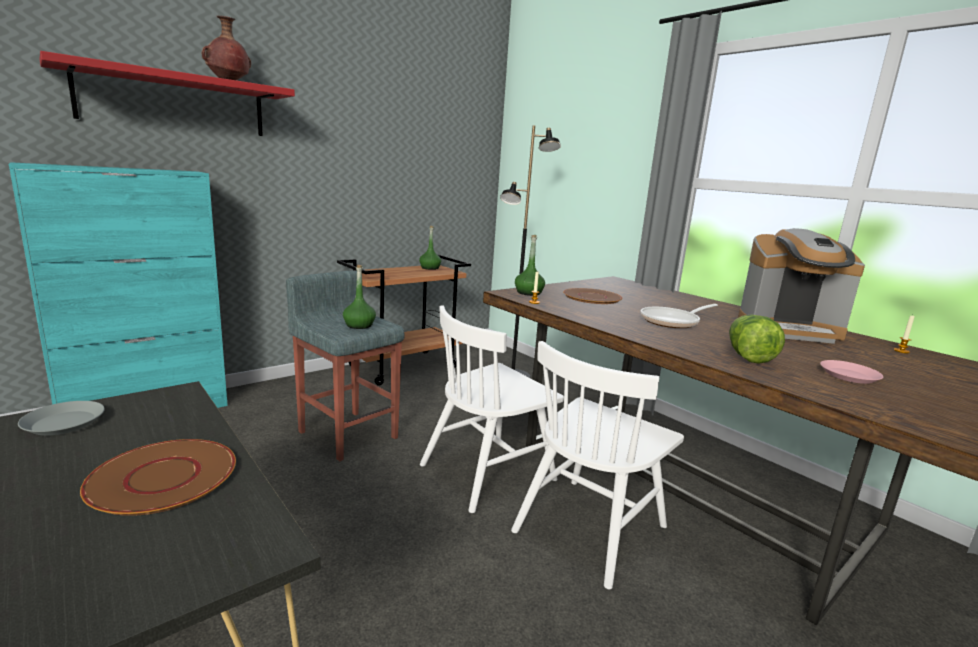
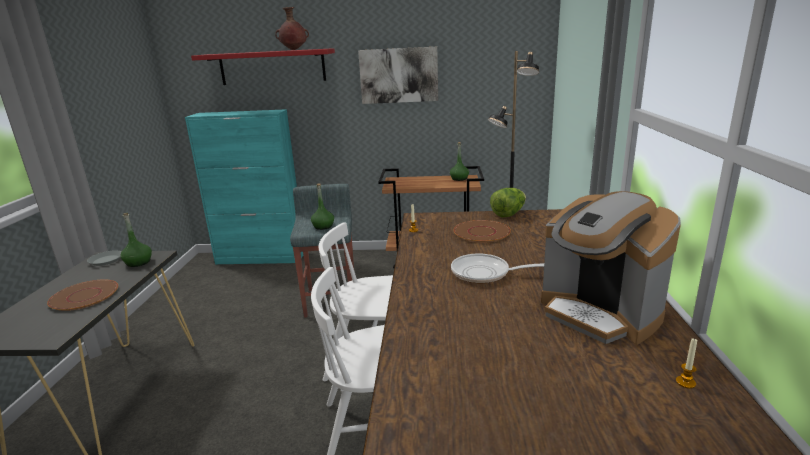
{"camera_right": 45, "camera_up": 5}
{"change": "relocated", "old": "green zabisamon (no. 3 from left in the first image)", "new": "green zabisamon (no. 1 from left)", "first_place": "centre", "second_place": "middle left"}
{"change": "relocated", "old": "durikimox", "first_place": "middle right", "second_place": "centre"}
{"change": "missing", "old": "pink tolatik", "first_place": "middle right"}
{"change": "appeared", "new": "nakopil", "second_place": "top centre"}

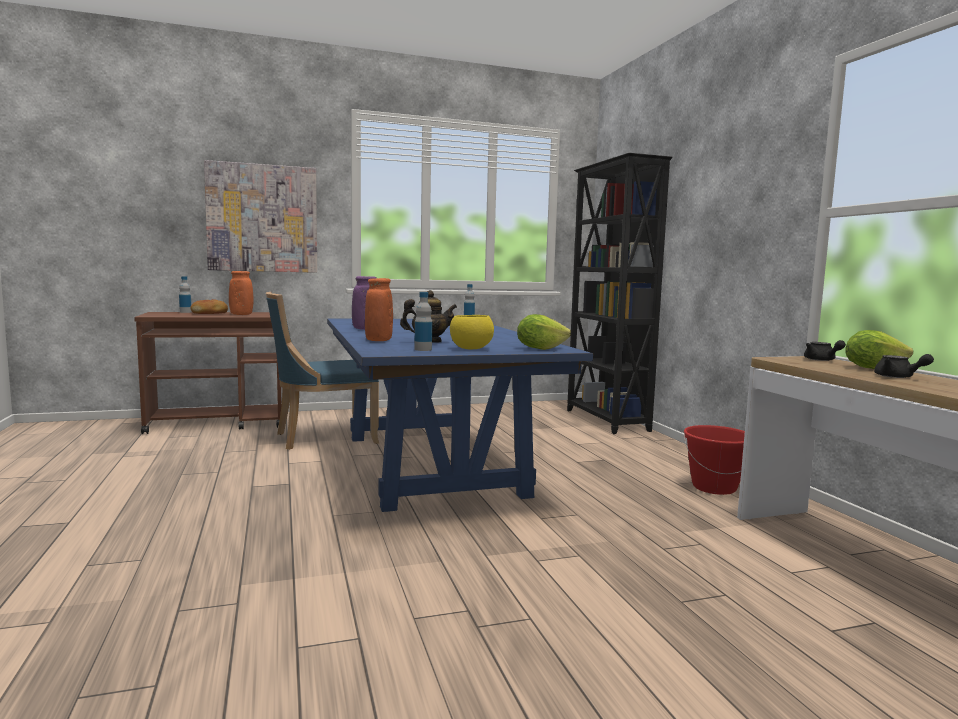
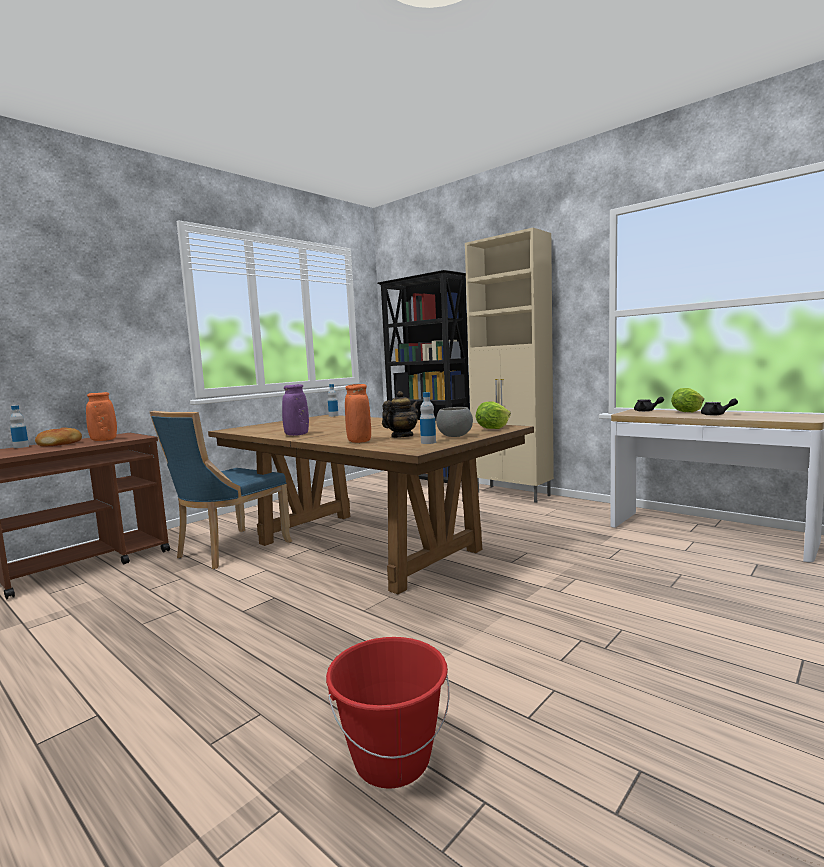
{"camera_right": -30, "camera_up": 0}
{"change": "missing", "old": "nakopil", "first_place": "top left"}
{"change": "colour", "old": "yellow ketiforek", "new": "grey ketiforek", "first_place": "centre", "second_place": "centre"}
{"change": "colour", "old": "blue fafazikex", "new": "brown fafazikex", "first_place": "centre", "second_place": "centre"}
{"change": "relocated", "old": "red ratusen", "first_place": "middle right", "second_place": "bottom centre"}
{"change": "appeared", "new": "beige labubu", "second_place": "centre"}

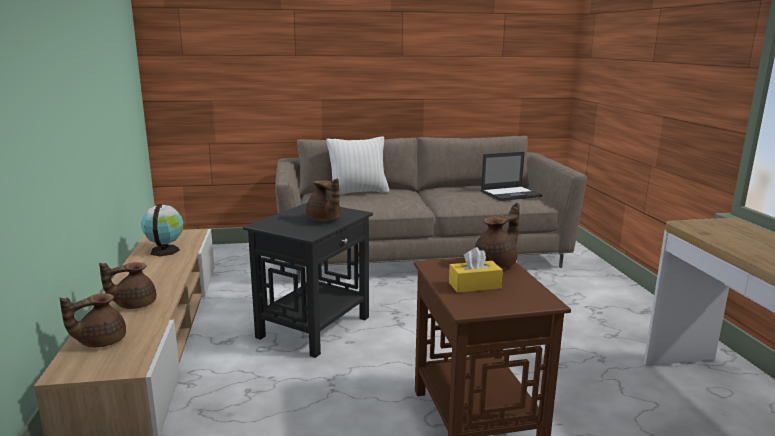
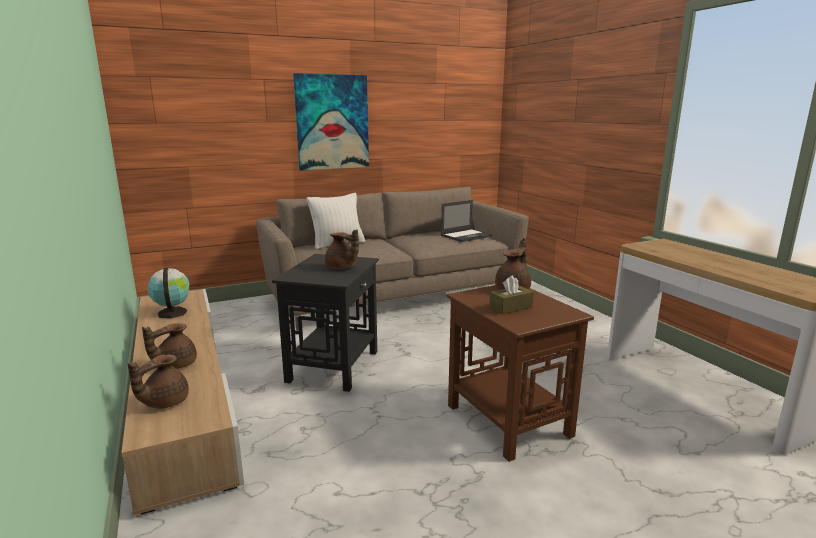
{"camera_right": -15, "camera_up": 0}
{"change": "colour", "old": "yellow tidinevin", "new": "brown tidinevin", "first_place": "centre", "second_place": "centre"}
{"change": "appeared", "new": "nakopil", "second_place": "top centre"}

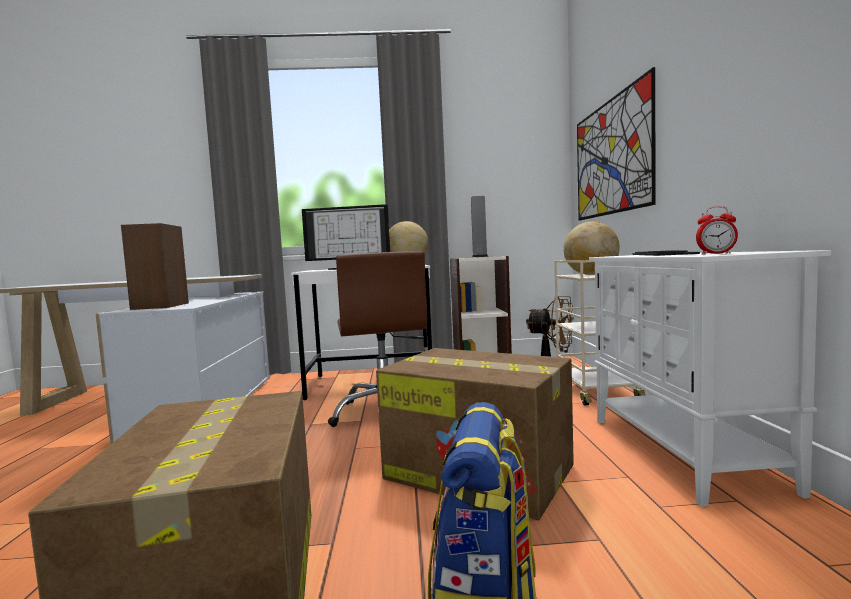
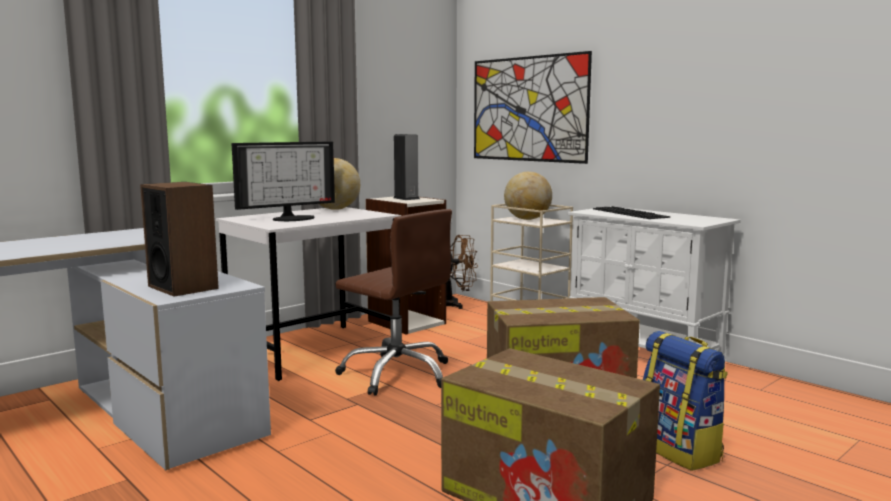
{"camera_right": -40, "camera_up": 5}
{"change": "missing", "old": "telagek", "first_place": "middle right"}

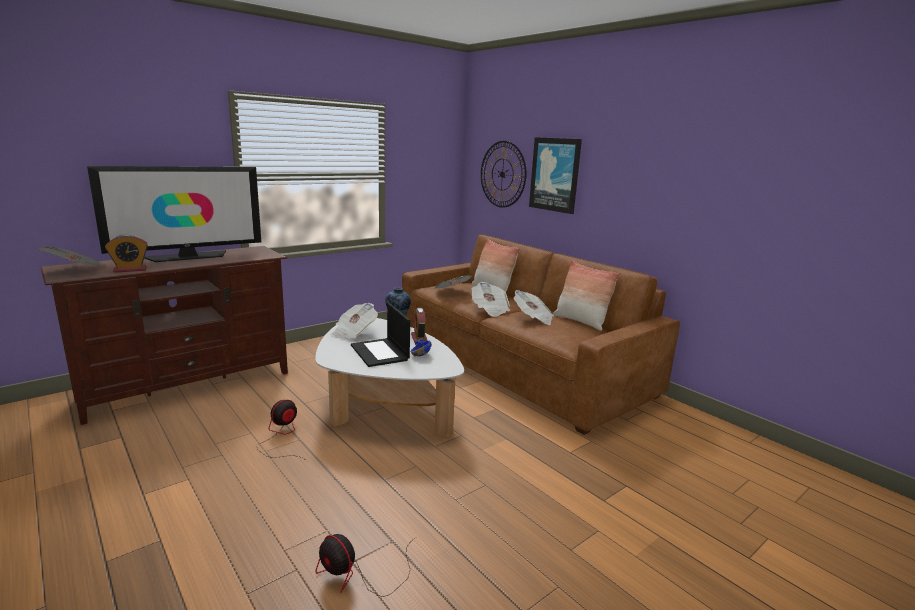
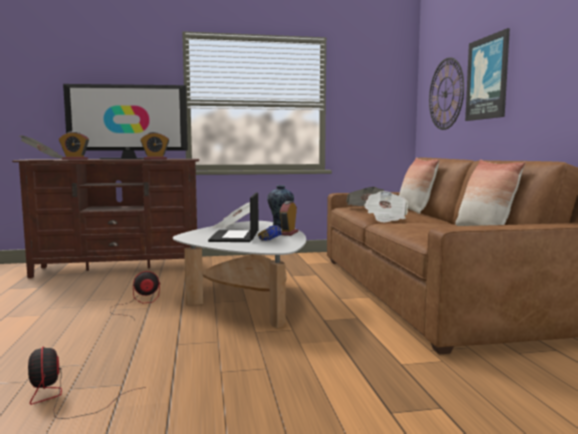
{"camera_right": 30, "camera_up": -10}
{"change": "missing", "old": "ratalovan (no. 5 from left)", "first_place": "centre"}
{"change": "appeared", "new": "telagek (no. 2 from left)", "second_place": "middle left"}

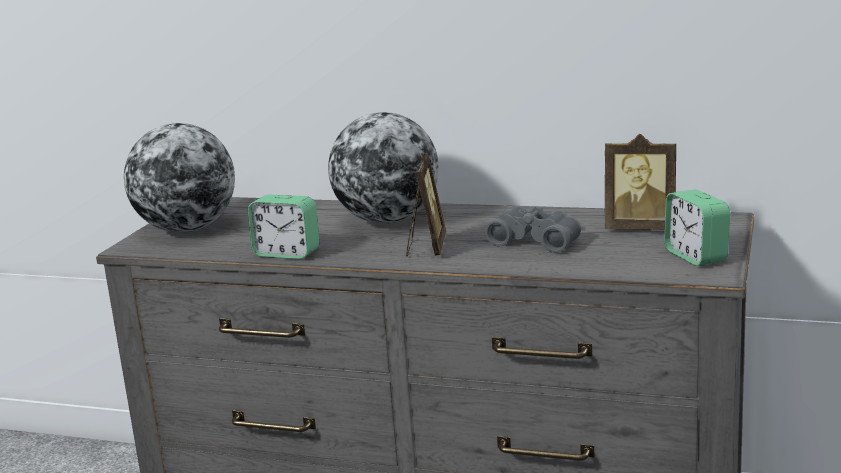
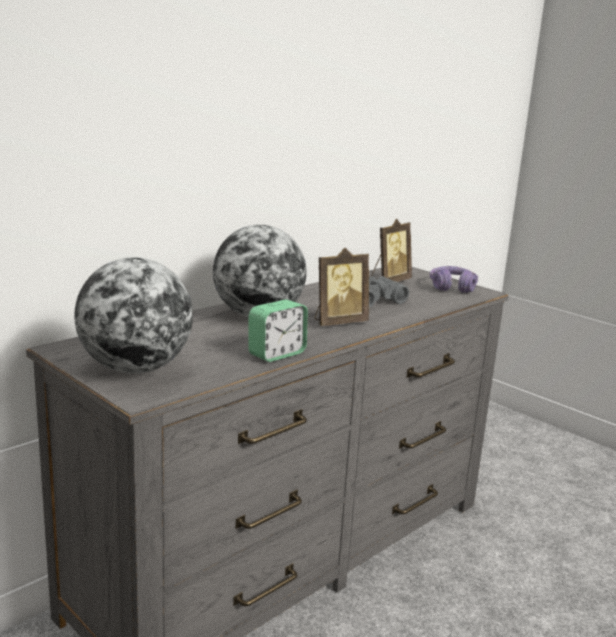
{"camera_right": -65, "camera_up": 0}
{"change": "spun", "old": "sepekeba (no. 1 from left)", "first_place": "centre", "second_place": "centre", "degrees": 120}
{"change": "exchanged", "old": "telagek (no. 2 from left)", "new": "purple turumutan", "first_place": "middle right", "second_place": "middle right"}

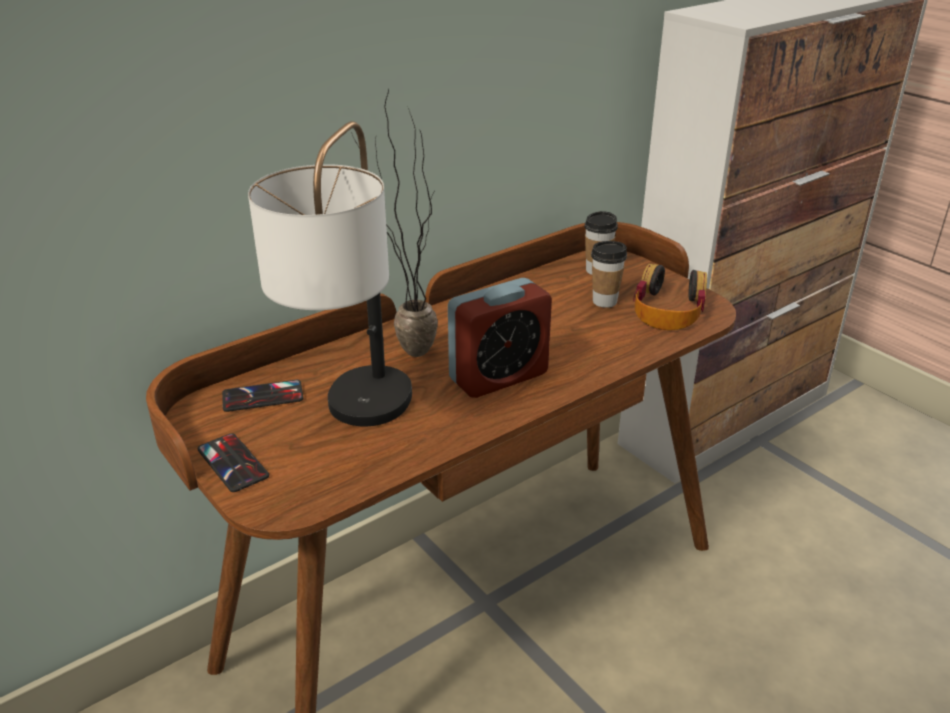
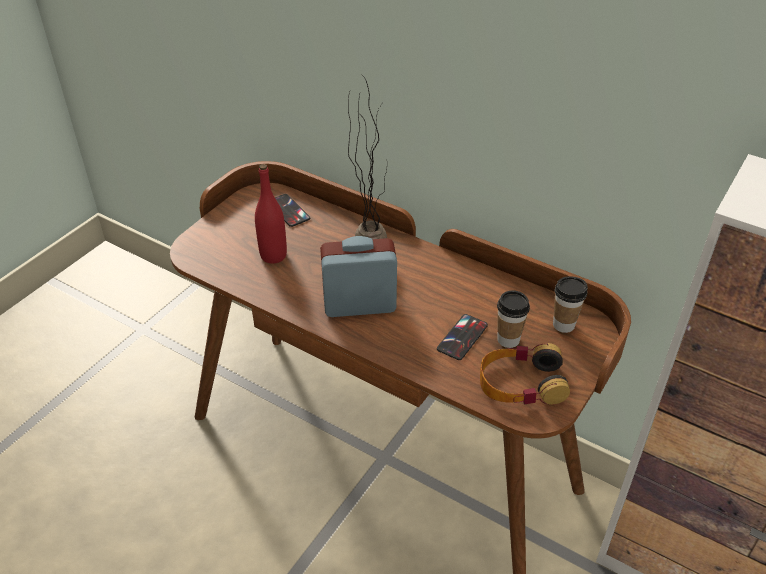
{"camera_right": 70, "camera_up": 10}
{"change": "exchanged", "old": "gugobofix", "new": "red zabisamon", "first_place": "centre", "second_place": "centre"}
{"change": "spun", "old": "telagek", "first_place": "centre", "second_place": "centre", "degrees": 135}
{"change": "relocated", "old": "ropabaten (no. 1 from left in the first image)", "new": "ropabaten (no. 2 from left)", "first_place": "middle left", "second_place": "centre"}

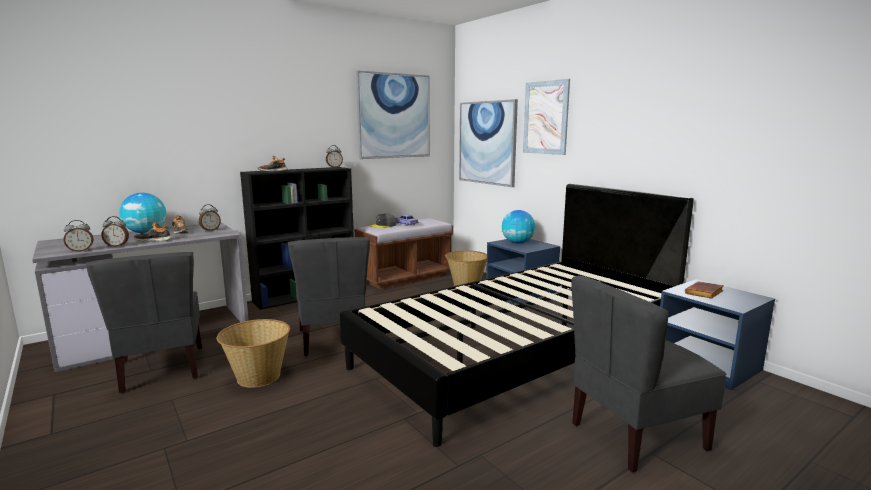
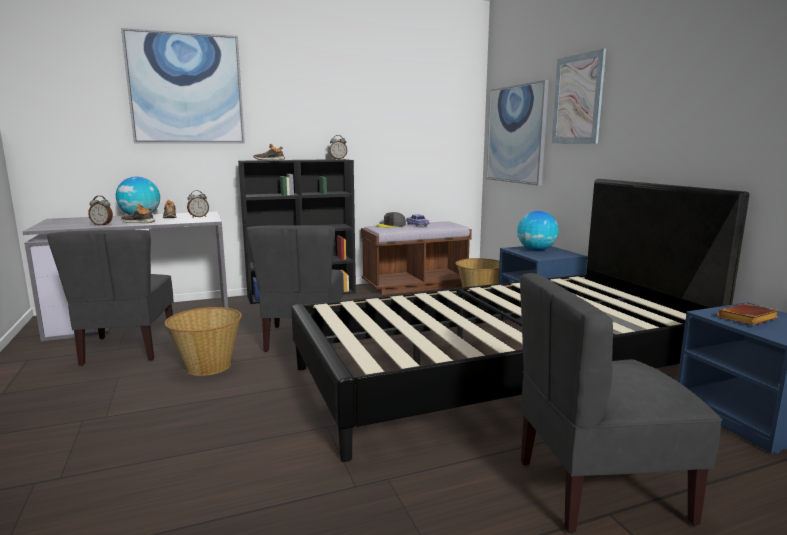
{"camera_right": 15, "camera_up": 0}
{"change": "relocated", "old": "nakopil (no. 1 from left)", "first_place": "top centre", "second_place": "top left"}
{"change": "missing", "old": "telagek (no. 1 from left)", "first_place": "middle left"}

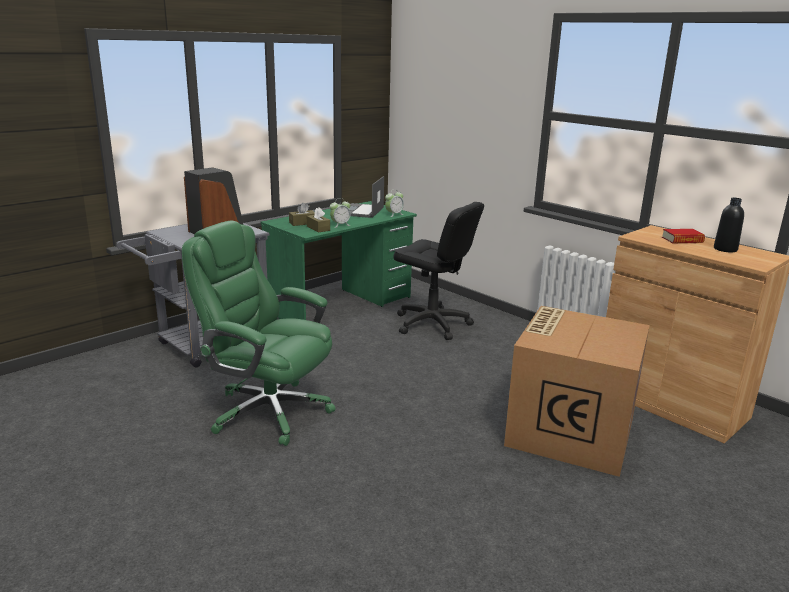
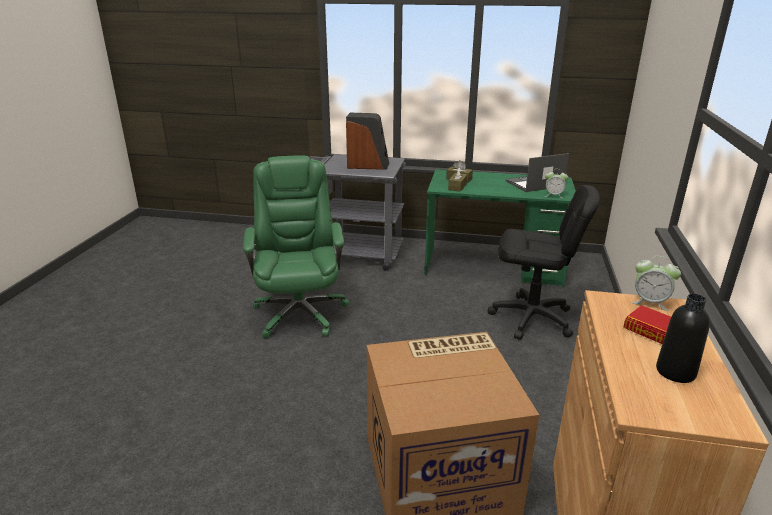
{"camera_right": 55, "camera_up": 5}
{"change": "relocated", "old": "telagek (no. 1 from left in the first image)", "new": "telagek (no. 2 from left)", "first_place": "centre", "second_place": "middle right"}
{"change": "spun", "old": "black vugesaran", "first_place": "centre", "second_place": "middle right", "degrees": -75}

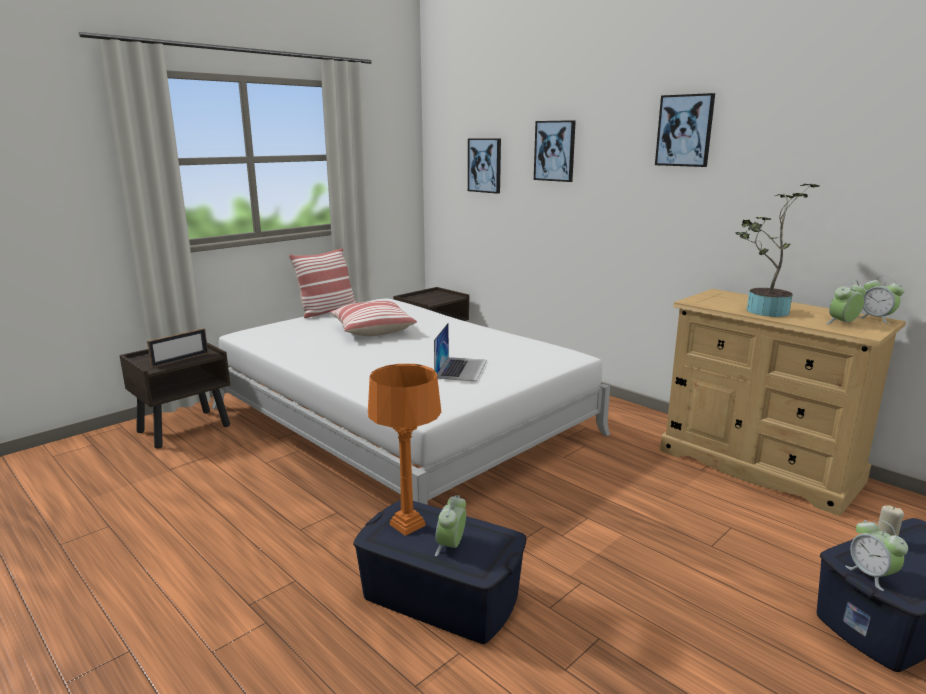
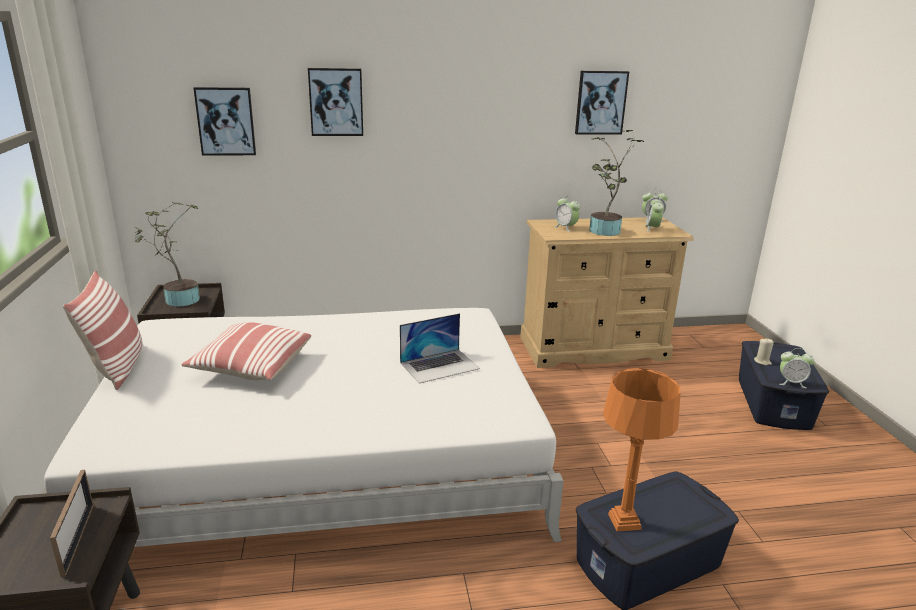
{"camera_right": -55, "camera_up": 5}
{"change": "relocated", "old": "nakopil (no. 3 from left)", "first_place": "top right", "second_place": "top centre"}
{"change": "spun", "old": "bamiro", "first_place": "centre", "second_place": "centre", "degrees": 105}
{"change": "relocated", "old": "telagek (no. 1 from left)", "first_place": "bottom centre", "second_place": "centre"}
{"change": "appeared", "new": "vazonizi (no. 1 from left)", "second_place": "middle left"}

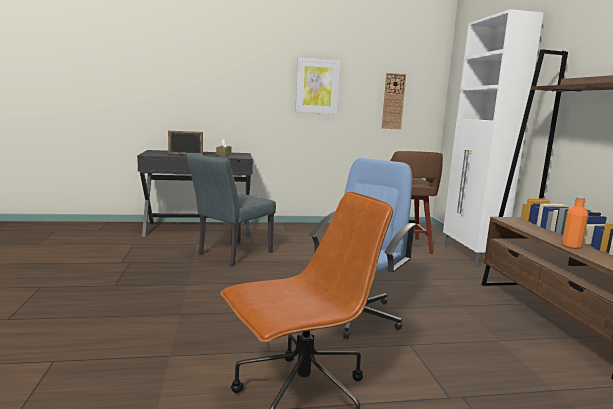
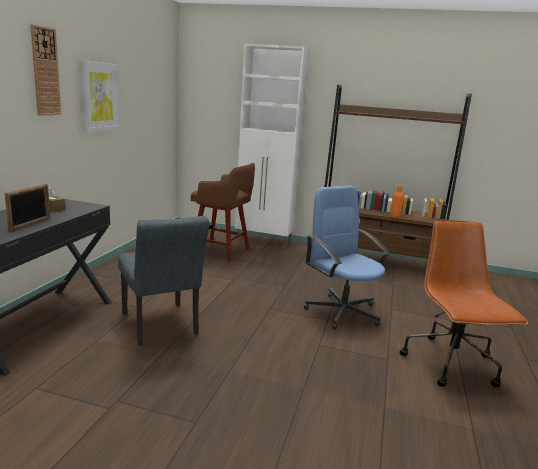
{"camera_right": -65, "camera_up": 5}
{"change": "relocated", "old": "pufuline", "first_place": "top centre", "second_place": "top left"}

